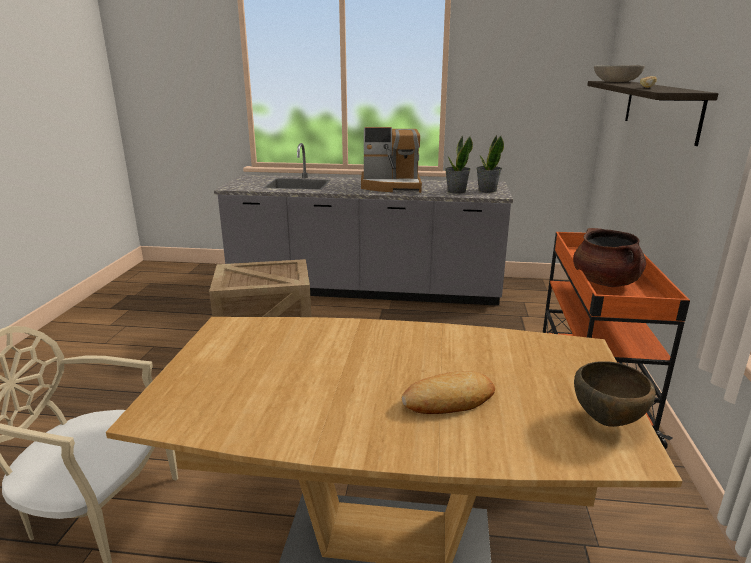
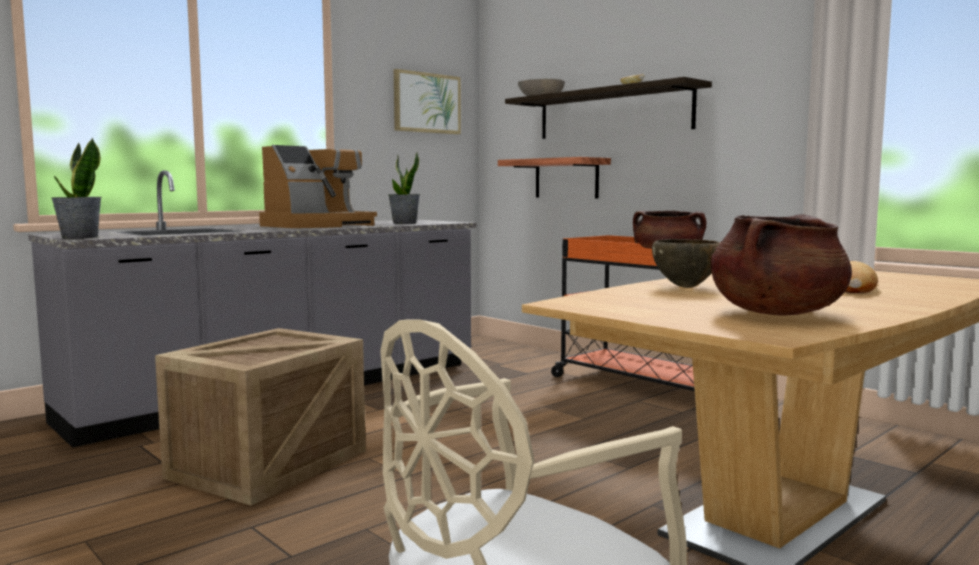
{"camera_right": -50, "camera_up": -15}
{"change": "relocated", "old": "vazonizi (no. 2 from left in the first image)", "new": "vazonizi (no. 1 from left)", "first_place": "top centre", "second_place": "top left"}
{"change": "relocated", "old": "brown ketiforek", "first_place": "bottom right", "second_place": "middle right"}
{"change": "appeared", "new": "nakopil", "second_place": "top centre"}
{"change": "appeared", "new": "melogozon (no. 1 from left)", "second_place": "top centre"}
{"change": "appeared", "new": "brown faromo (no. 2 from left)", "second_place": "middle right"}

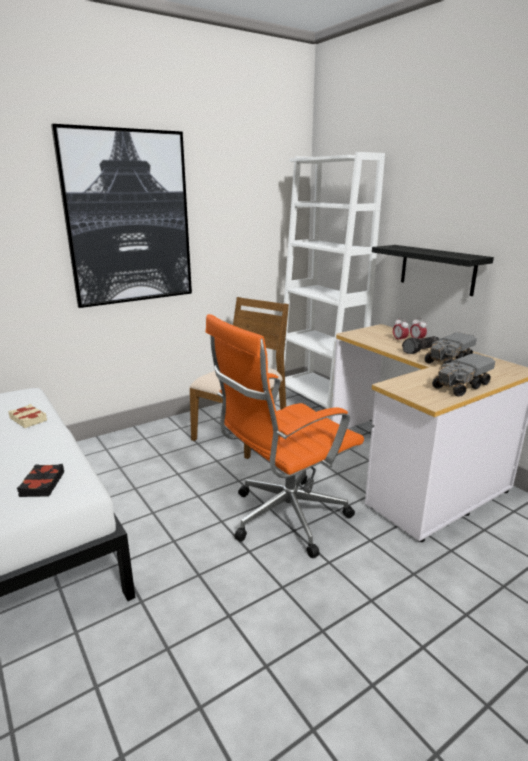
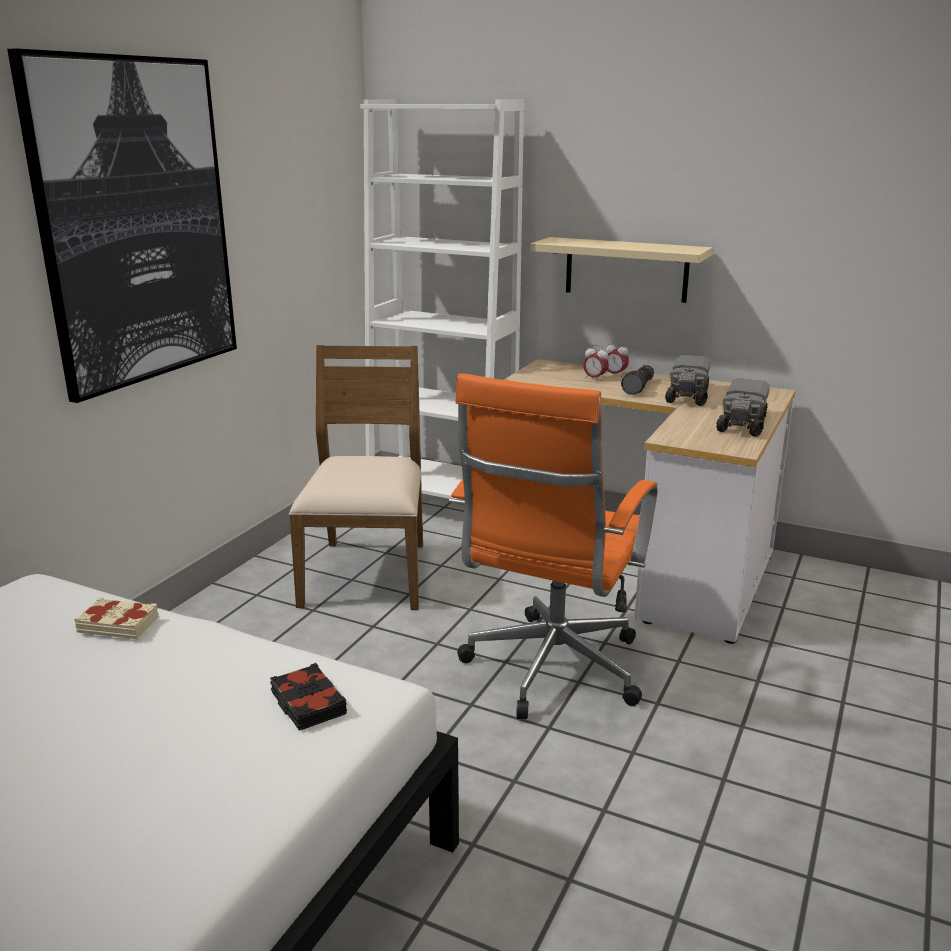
{"camera_right": -30, "camera_up": 0}
{"change": "colour", "old": "black melogozon", "new": "beige melogozon", "first_place": "middle right", "second_place": "top centre"}

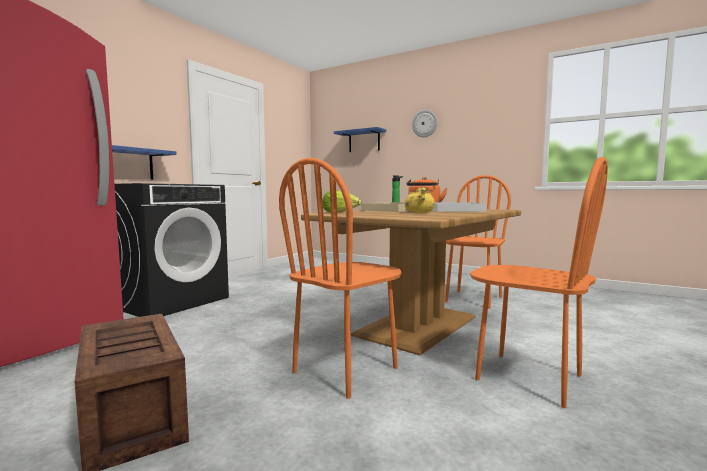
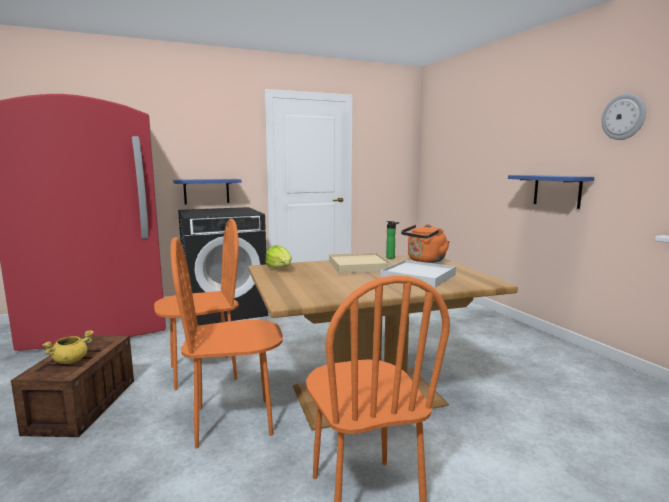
{"camera_right": 35, "camera_up": 5}
{"change": "relocated", "old": "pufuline", "first_place": "top centre", "second_place": "top right"}
{"change": "relocated", "old": "blue melogozon (no. 2 from left)", "first_place": "top centre", "second_place": "middle right"}
{"change": "relocated", "old": "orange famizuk (no. 2 from left in the first image)", "new": "orange famizuk (no. 1 from left)", "first_place": "middle right", "second_place": "middle left"}
{"change": "relocated", "old": "yellow faromo", "first_place": "centre", "second_place": "bottom left"}

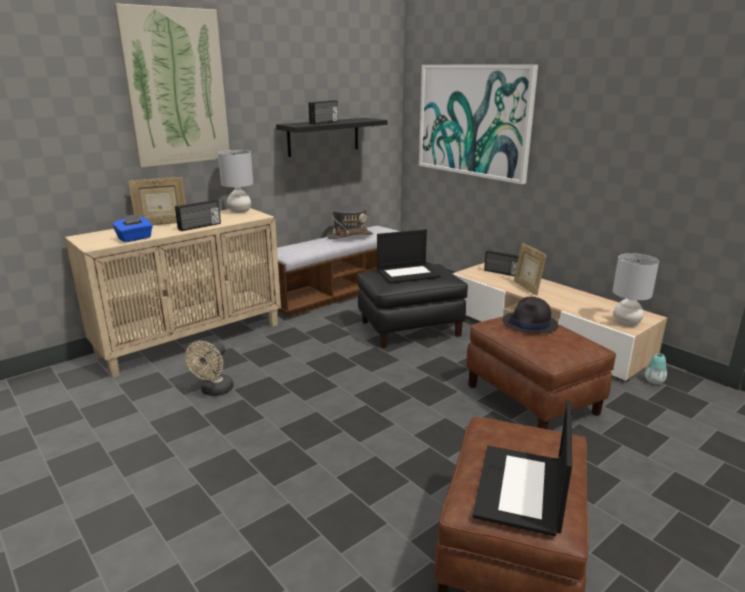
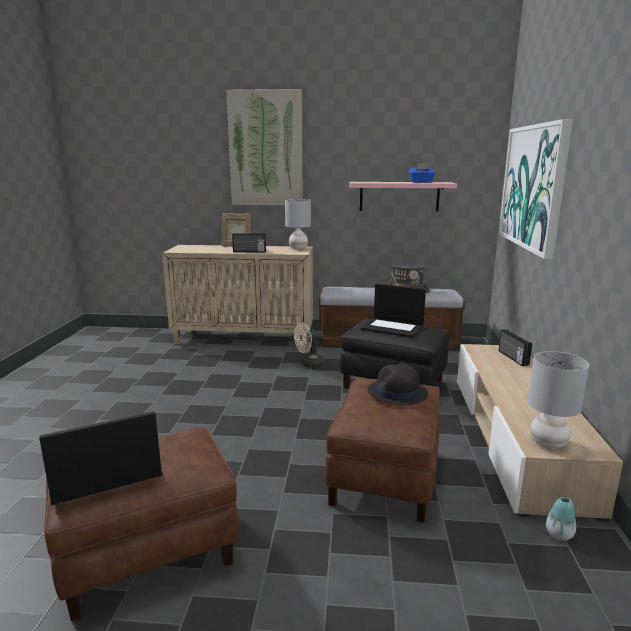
{"camera_right": 45, "camera_up": -5}
{"change": "missing", "old": "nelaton (no. 2 from left)", "first_place": "top centre"}
{"change": "colour", "old": "black melogozon", "new": "pink melogozon", "first_place": "top centre", "second_place": "top centre"}
{"change": "relocated", "old": "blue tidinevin", "first_place": "middle left", "second_place": "top right"}
{"change": "missing", "old": "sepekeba (no. 2 from left)", "first_place": "middle right"}
{"change": "relocated", "old": "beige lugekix", "first_place": "middle left", "second_place": "centre"}

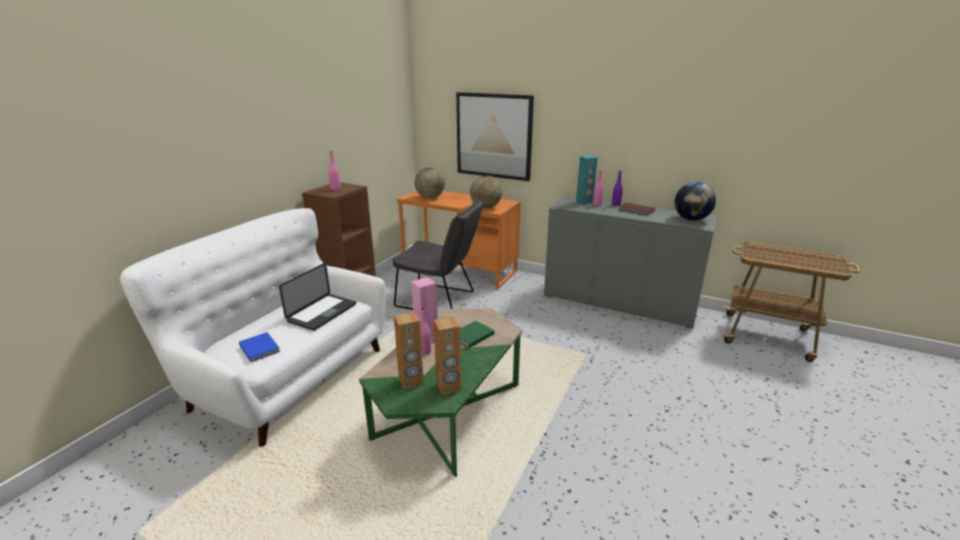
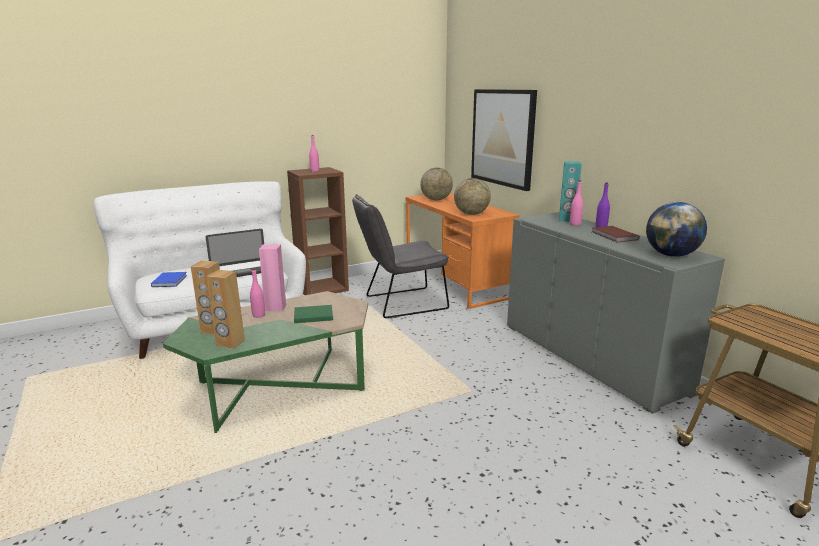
{"camera_right": 35, "camera_up": -5}
{"change": "spun", "old": "grey famizuk", "first_place": "centre", "second_place": "centre", "degrees": 105}

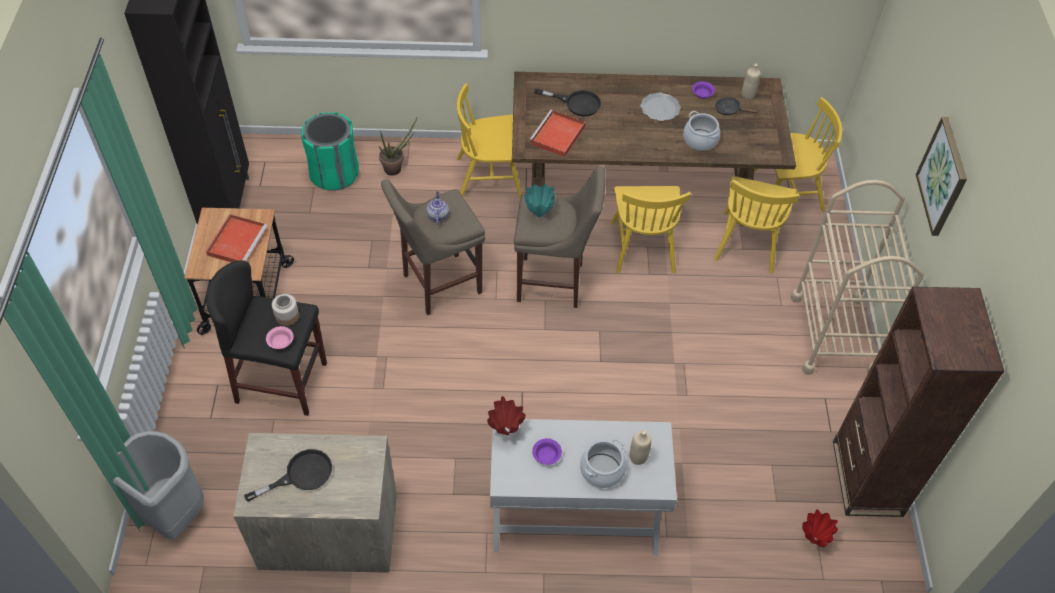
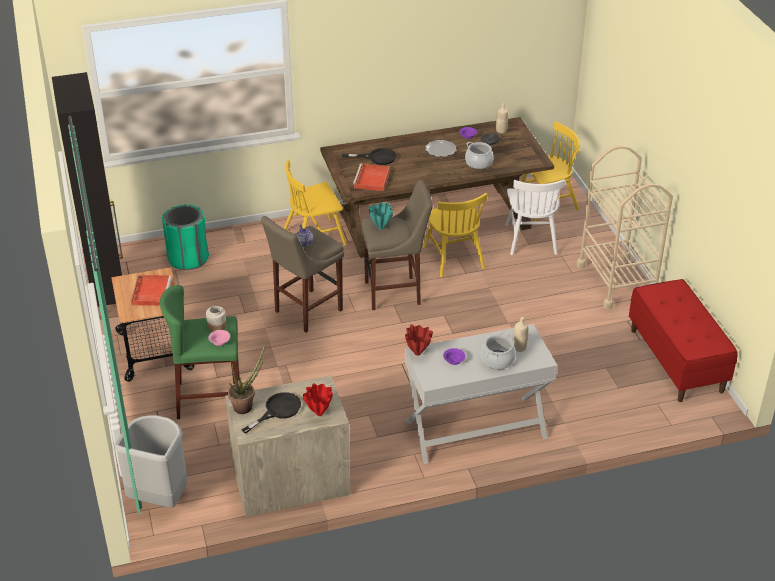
{"camera_right": -15, "camera_up": -15}
{"change": "missing", "old": "nakopil", "first_place": "top right"}
{"change": "relocated", "old": "vazonizi", "first_place": "top centre", "second_place": "middle left"}
{"change": "colour", "old": "yellow famizuk (no. 3 from left)", "new": "white famizuk", "first_place": "middle right", "second_place": "middle right"}
{"change": "colour", "old": "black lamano", "new": "green lamano", "first_place": "middle left", "second_place": "middle left"}
{"change": "exchanged", "old": "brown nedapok", "new": "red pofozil", "first_place": "bottom right", "second_place": "middle right"}
{"change": "relocated", "old": "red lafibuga (no. 2 from left in the first image)", "new": "red lafibuga (no. 1 from left)", "first_place": "bottom right", "second_place": "bottom centre"}

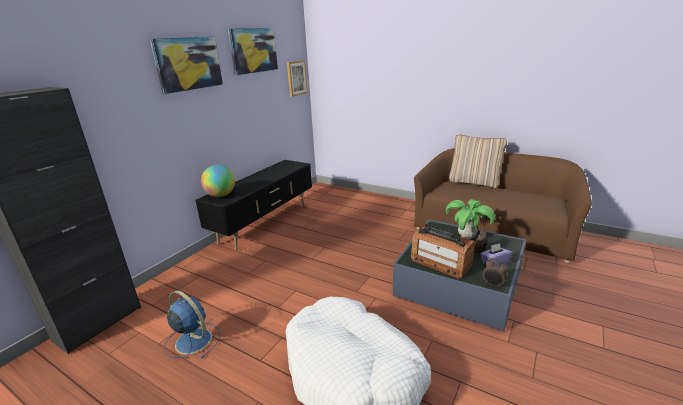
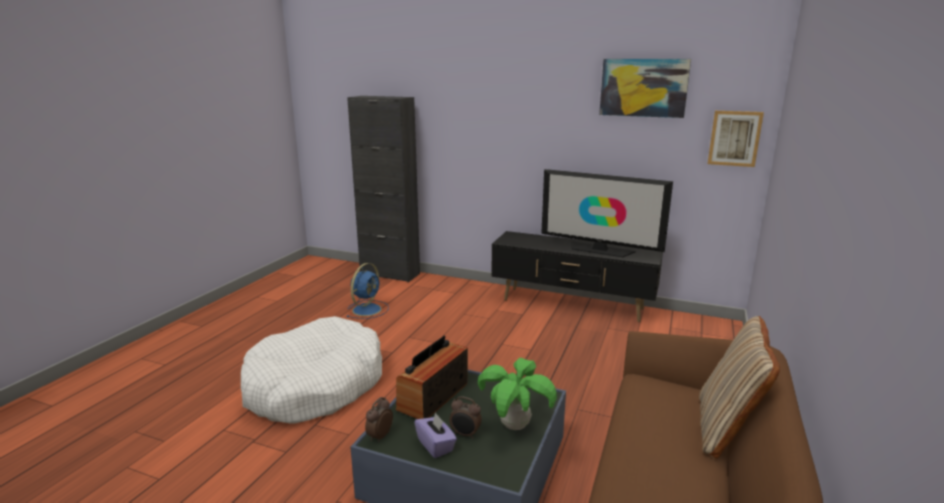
{"camera_right": 80, "camera_up": -5}
{"change": "missing", "old": "nakopil (no. 1 from left)", "first_place": "top left"}
{"change": "missing", "old": "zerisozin", "first_place": "middle left"}
{"change": "appeared", "new": "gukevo", "second_place": "centre"}

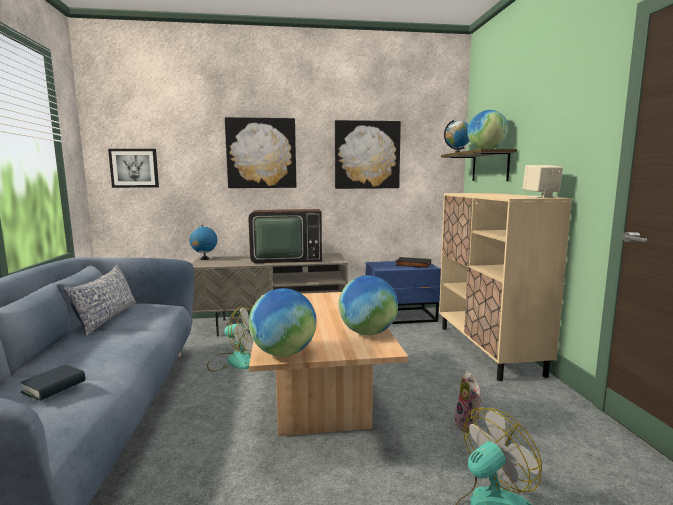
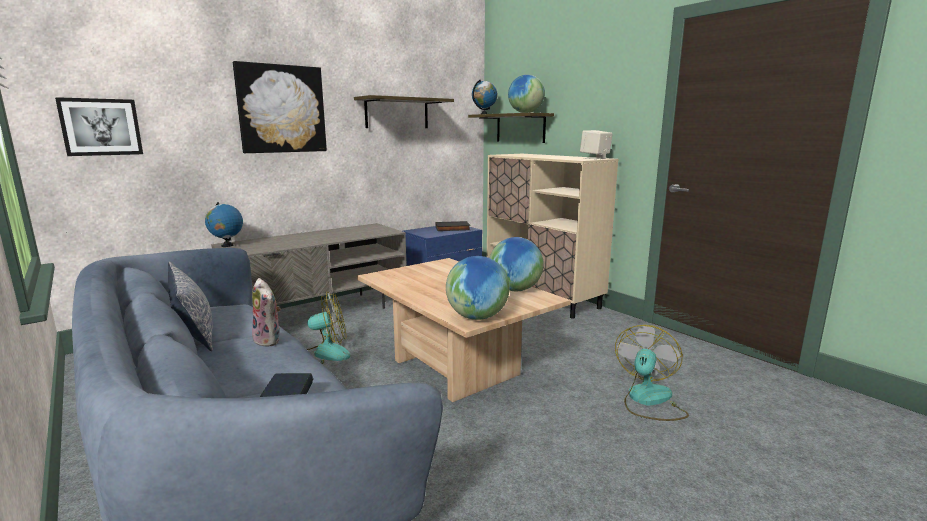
{"camera_right": -30, "camera_up": 5}
{"change": "exchanged", "old": "nakopil (no. 3 from left)", "new": "melogozon (no. 1 from left)", "first_place": "top centre", "second_place": "top centre"}
{"change": "missing", "old": "gukevo", "first_place": "centre"}
{"change": "relocated", "old": "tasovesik", "first_place": "bottom right", "second_place": "middle left"}

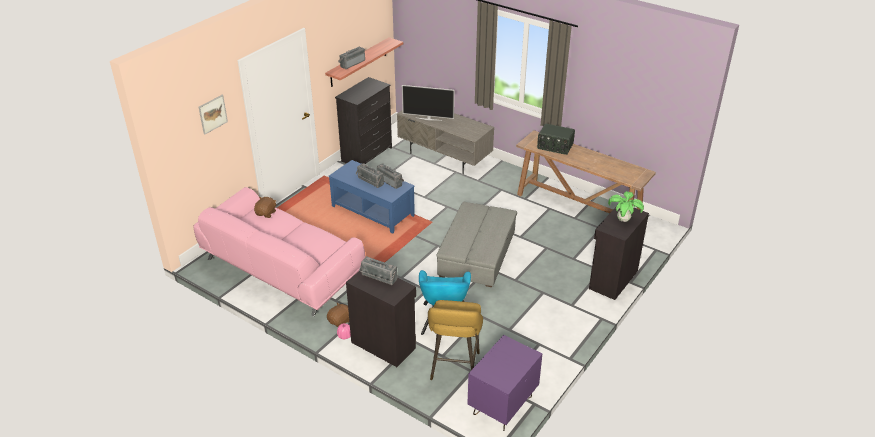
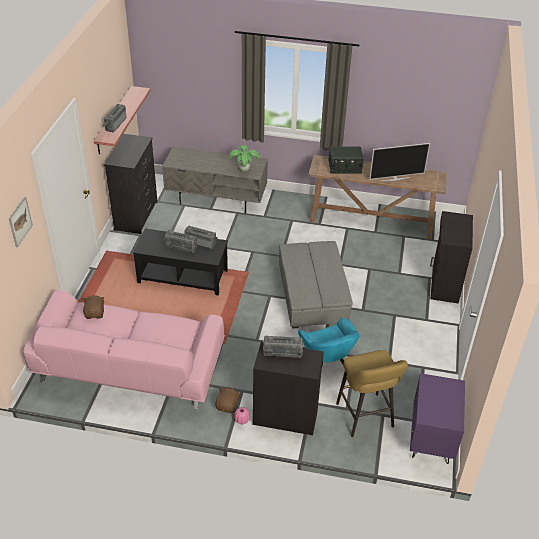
{"camera_right": -25, "camera_up": 5}
{"change": "relocated", "old": "gukevo", "first_place": "top centre", "second_place": "top right"}
{"change": "colour", "old": "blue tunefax", "new": "black tunefax", "first_place": "centre", "second_place": "centre"}
{"change": "relocated", "old": "vazonizi", "first_place": "middle right", "second_place": "top centre"}

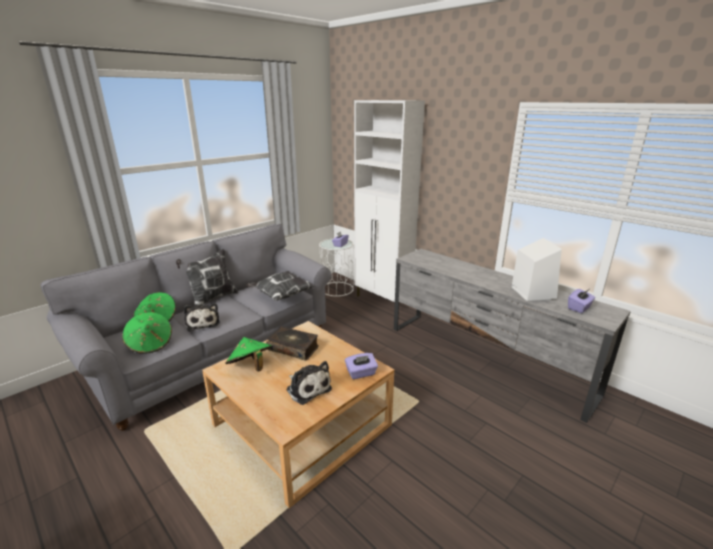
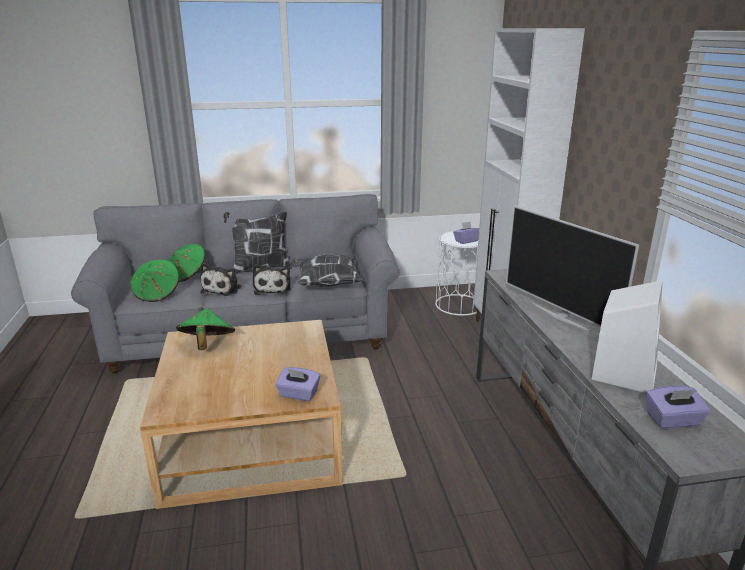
{"camera_right": 35, "camera_up": 0}
{"change": "missing", "old": "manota", "first_place": "centre"}
{"change": "relocated", "old": "tasovesik (no. 2 from left)", "first_place": "bottom centre", "second_place": "centre"}
{"change": "appeared", "new": "gukevo", "second_place": "middle right"}

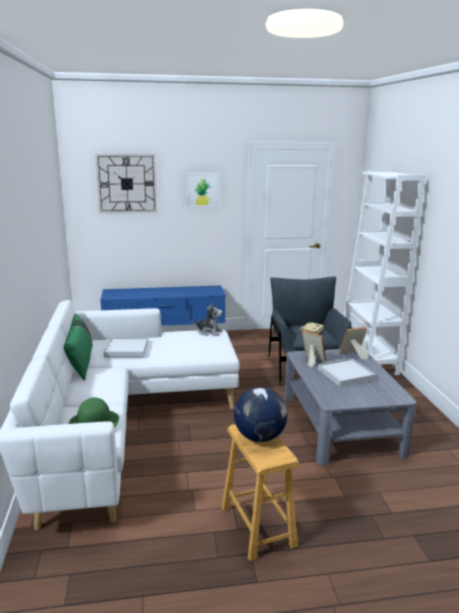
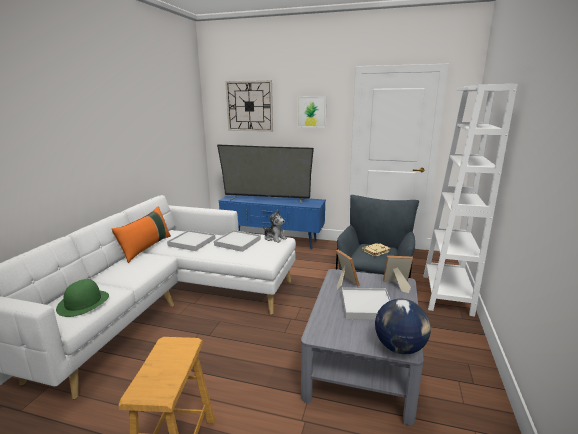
{"camera_right": 25, "camera_up": 0}
{"change": "colour", "old": "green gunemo", "new": "orange gunemo", "first_place": "middle left", "second_place": "middle left"}
{"change": "relocated", "old": "zerisozin", "first_place": "bottom centre", "second_place": "bottom right"}
{"change": "appeared", "new": "gukevo", "second_place": "centre"}
{"change": "appeared", "new": "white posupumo (no. 2 from left)", "second_place": "centre"}

